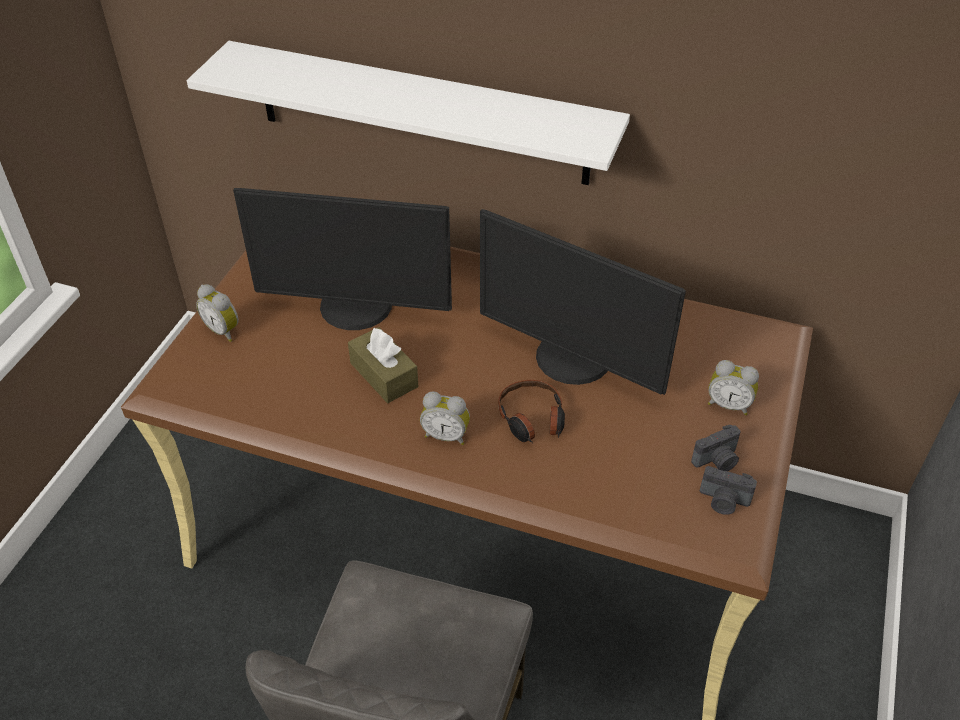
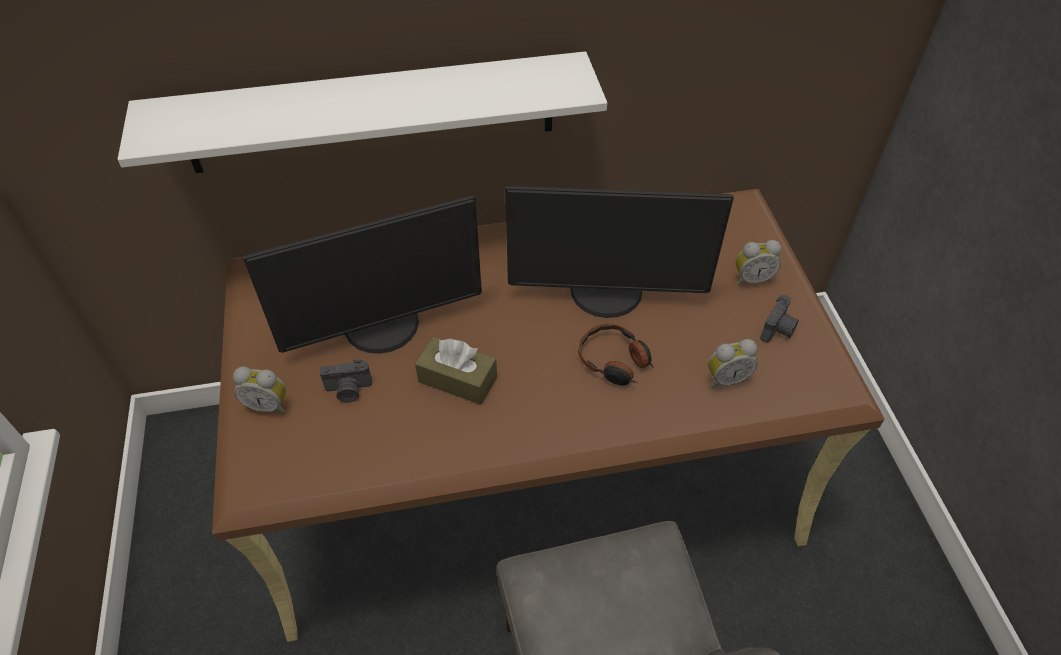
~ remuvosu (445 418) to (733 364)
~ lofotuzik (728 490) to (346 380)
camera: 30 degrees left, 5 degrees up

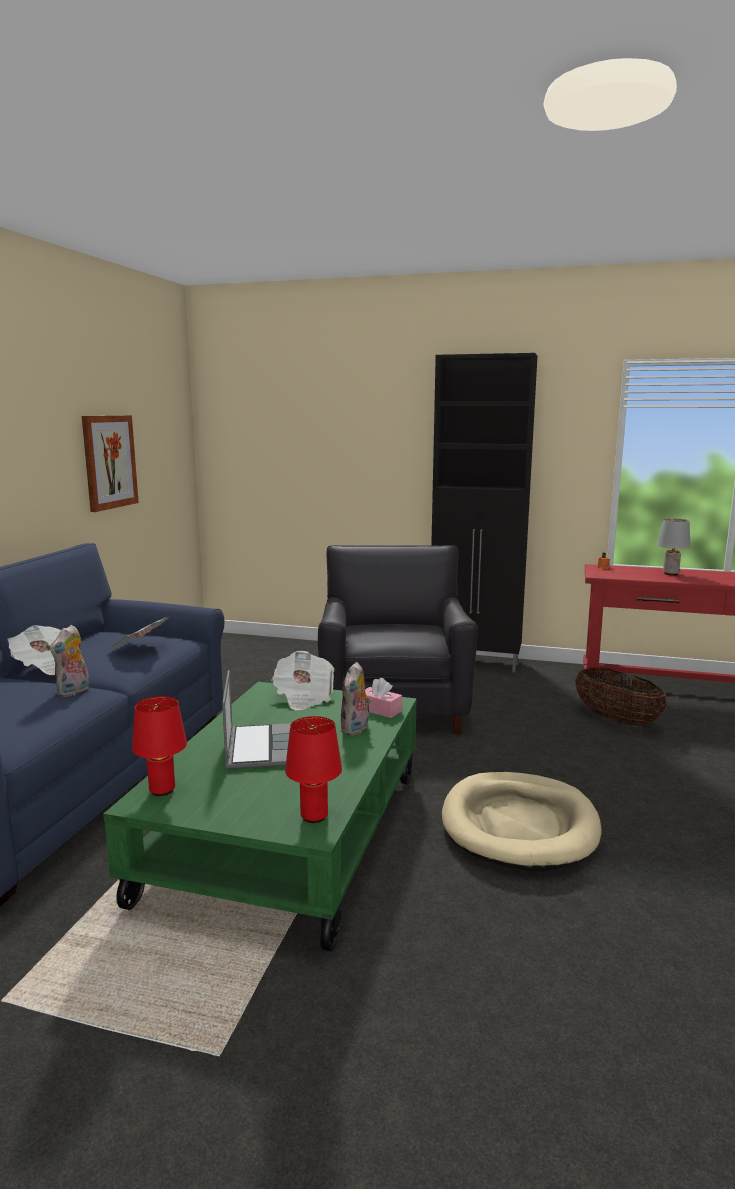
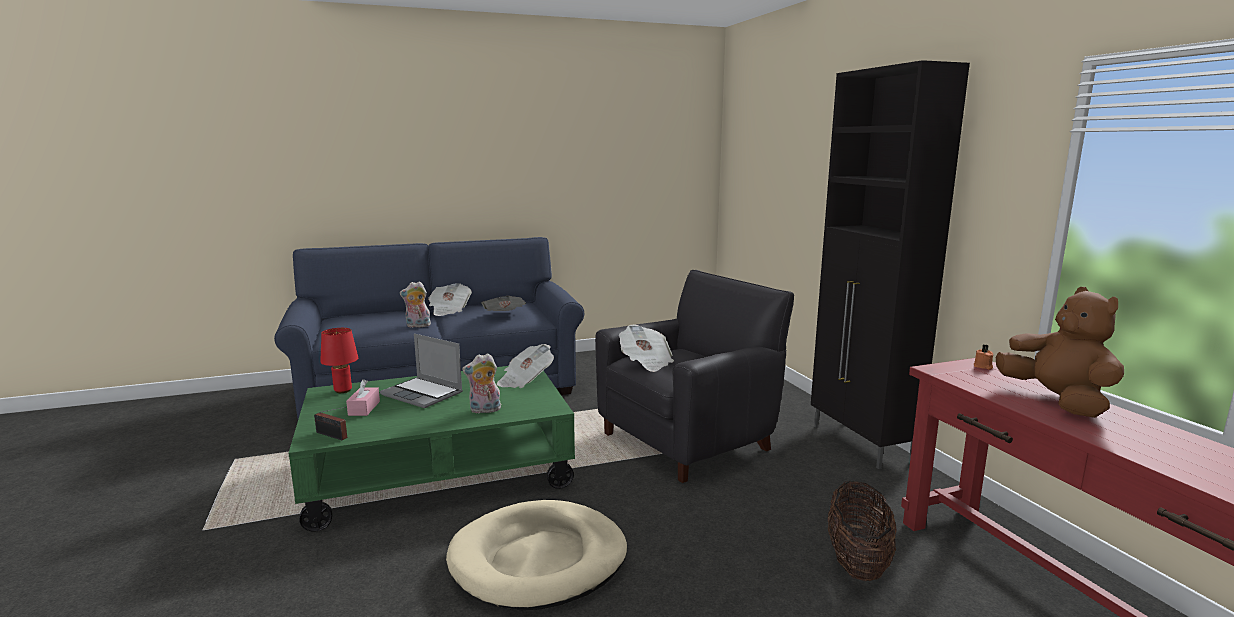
- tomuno (110 464)
~ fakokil (256 719) = (421 370) 75 degrees clockwise
~ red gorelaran (313 769) to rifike (330 423)
~ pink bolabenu (383 698) to (363 397)
~ grey gorelaran (673 546) to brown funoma (1060 352)
+ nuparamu (646 348)
camera: 55 degrees right, 0 degrees up

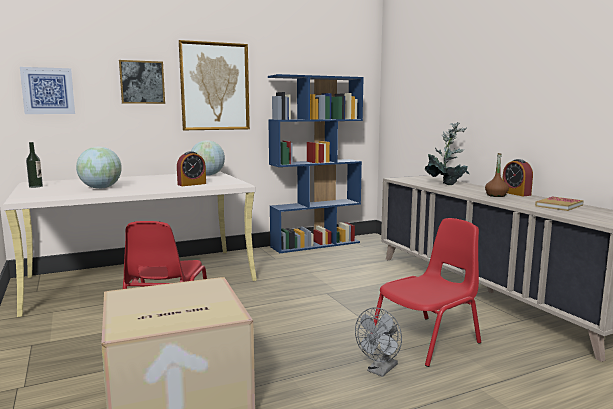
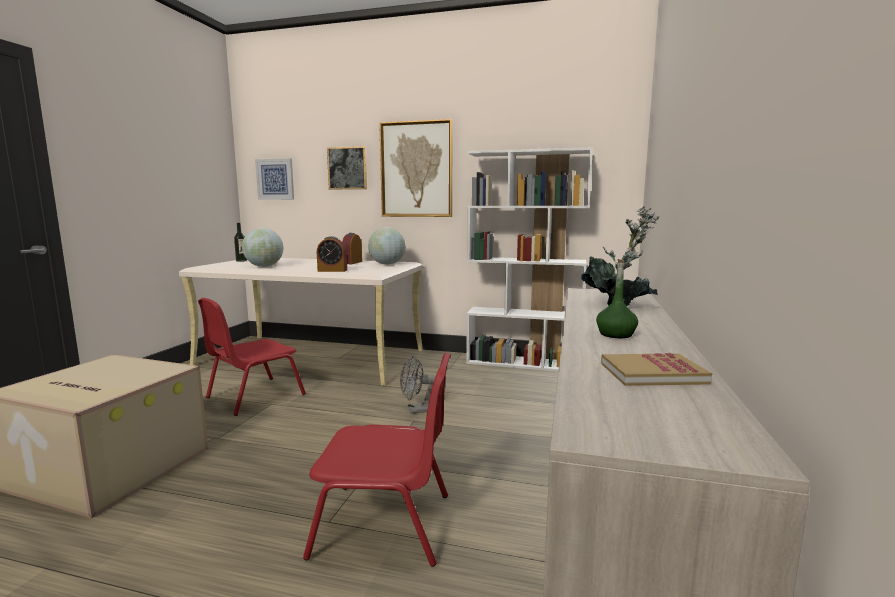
~ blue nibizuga (316 163) to white nibizuga (529 259)
~ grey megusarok (378 342) to (418 385)
~ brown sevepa (497 175) to green sevepa (617 298)
~ remuvosu (517 177) to (352 248)
camera: 40 degrees right, 0 degrees up

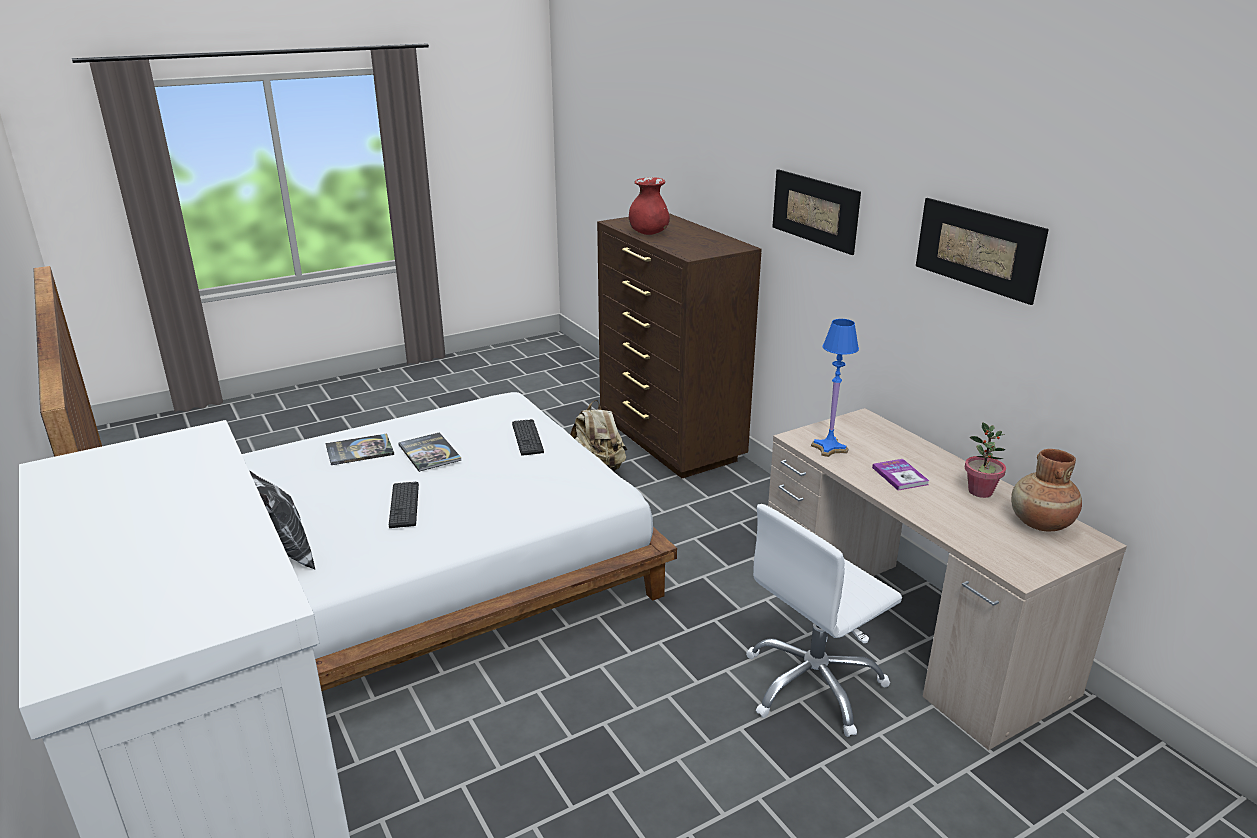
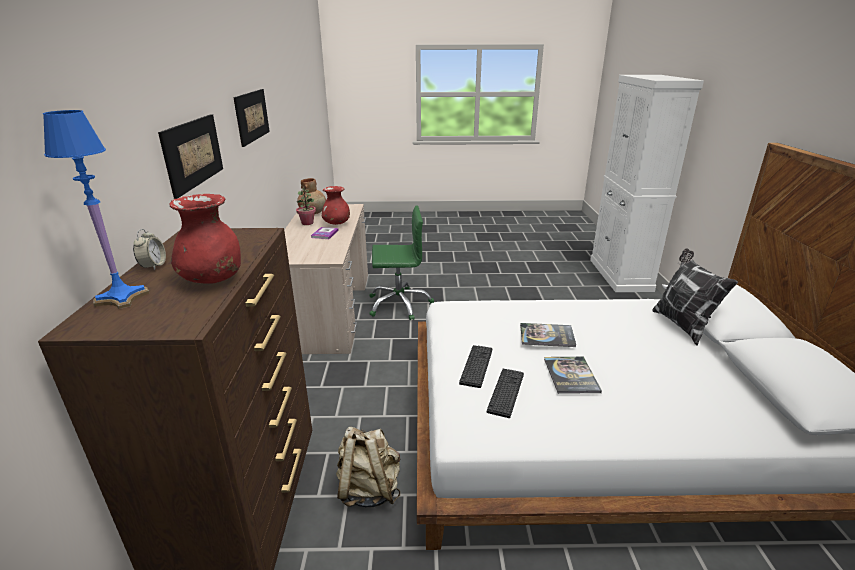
~ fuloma (359 449) to (548 335)
~ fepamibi (404 505) to (505 393)
~ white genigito (824 620) to green genigito (401 262)
~ blue gorelaran (835 388) to (96 209)
+ remuvosu (149 249)
+ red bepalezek (336 205)
camera: 150 degrees left, 0 degrees up

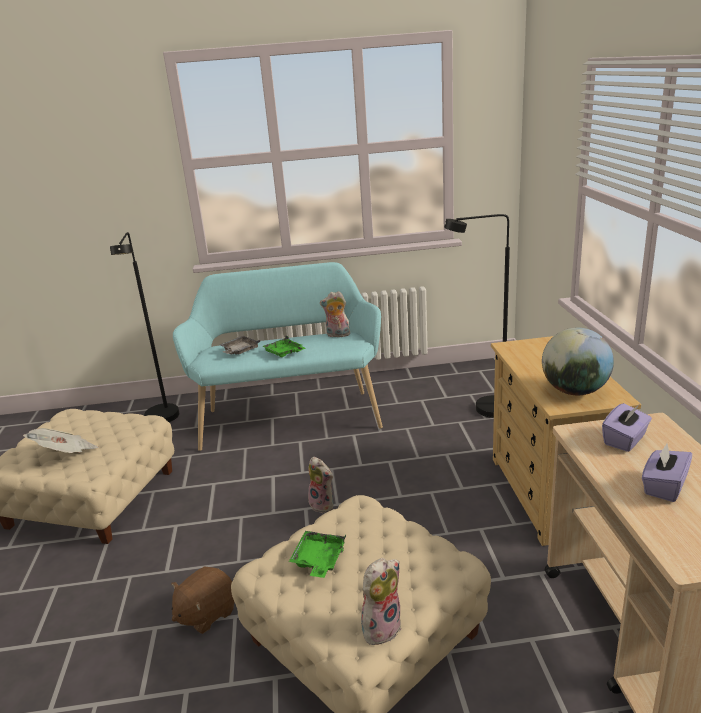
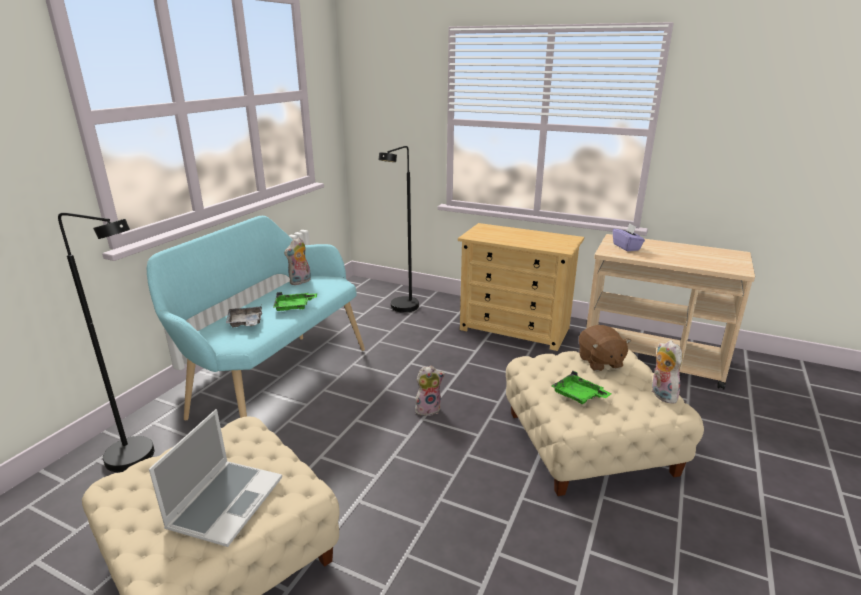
~ nuparamu (61 440) to fakokil (215 478)
~ brown funoma (202 600) to (605 348)
- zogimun (578 361)
- purple bolabenu (667 472)
camera: 60 degrees left, 0 degrees up

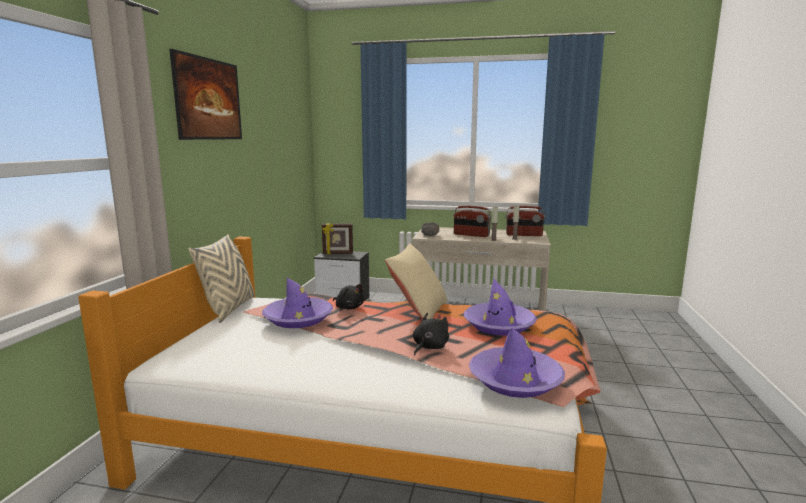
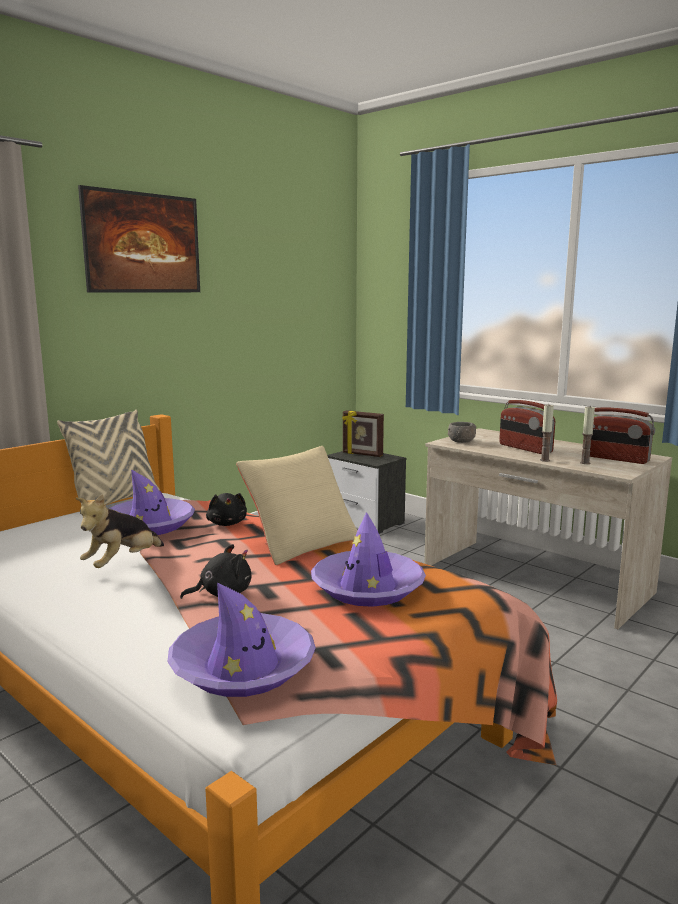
+ funoma (120 531)
camera: 30 degrees right, 0 degrees up

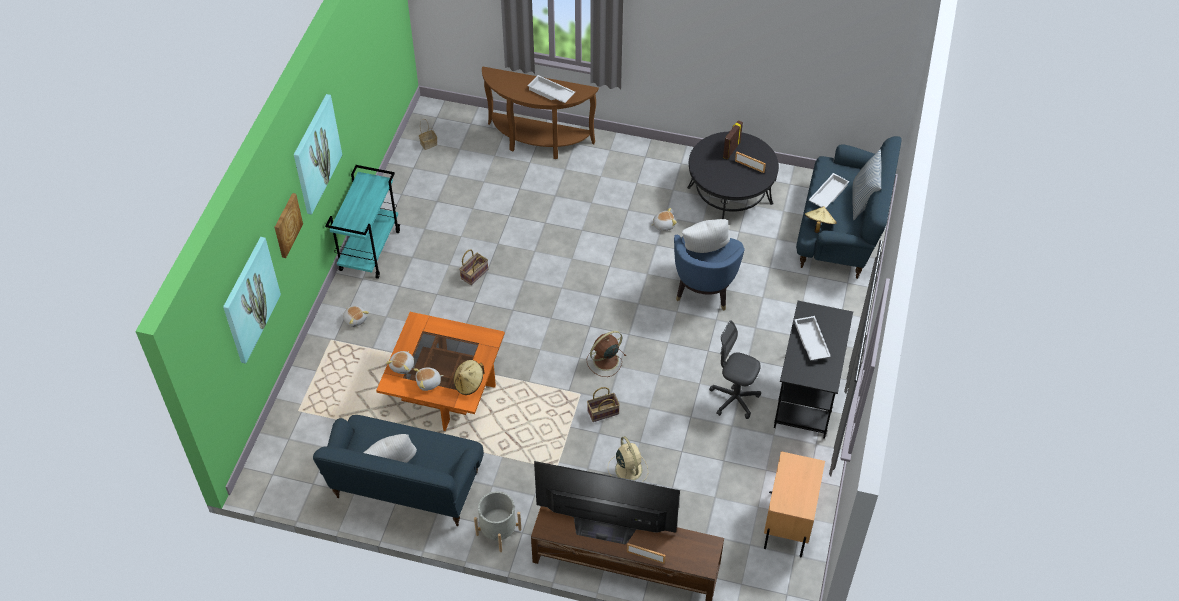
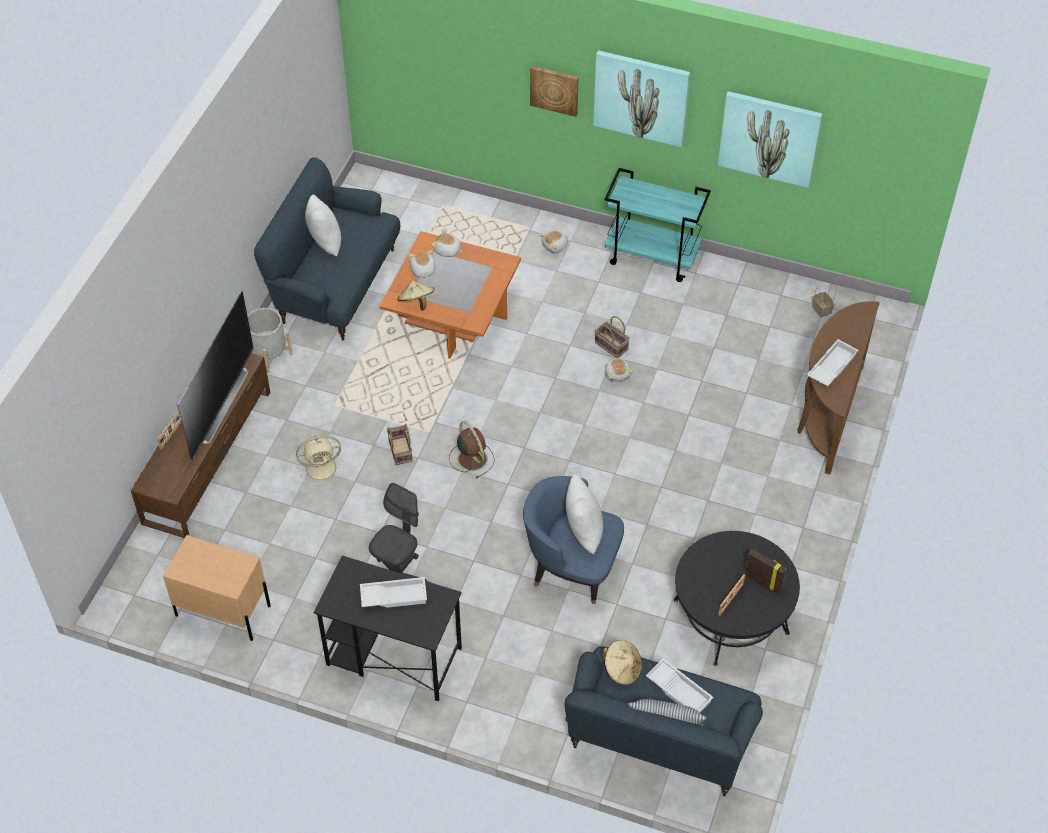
~ tomuno (252 300) to (770 139)
~ funoma (664 219) to (619 370)
camera: 95 degrees right, 0 degrees up

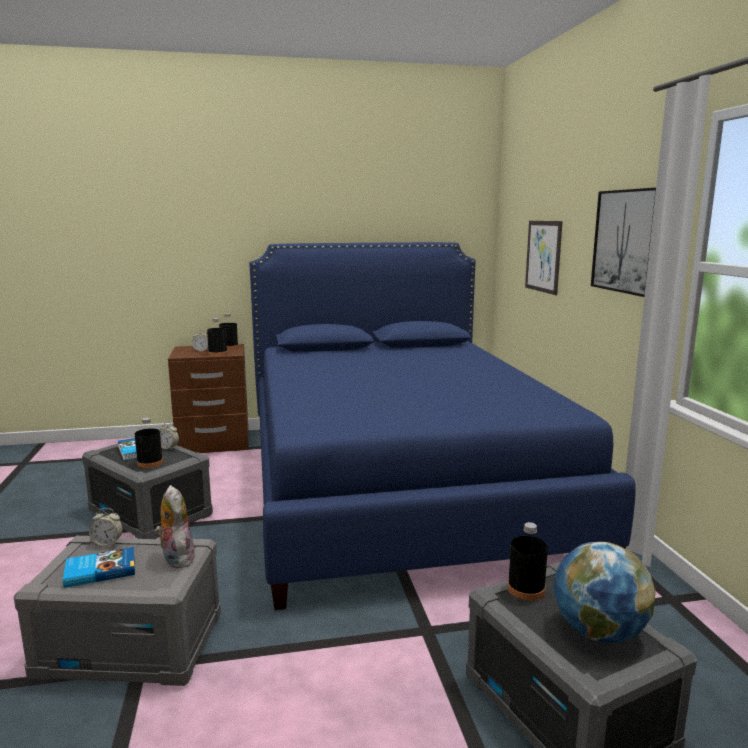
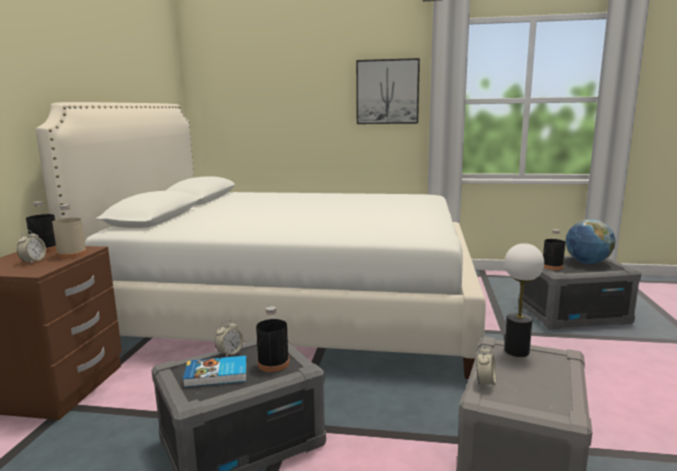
- fuloma (99 567)
~ funoma (175 526) to gorelaran (524 300)
~ black sevepa (217 337) to beige sevepa (69 232)
~ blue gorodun (443 426) to white gorodun (261 240)
- tomuno (544 258)
camera: 70 degrees left, 0 degrees up

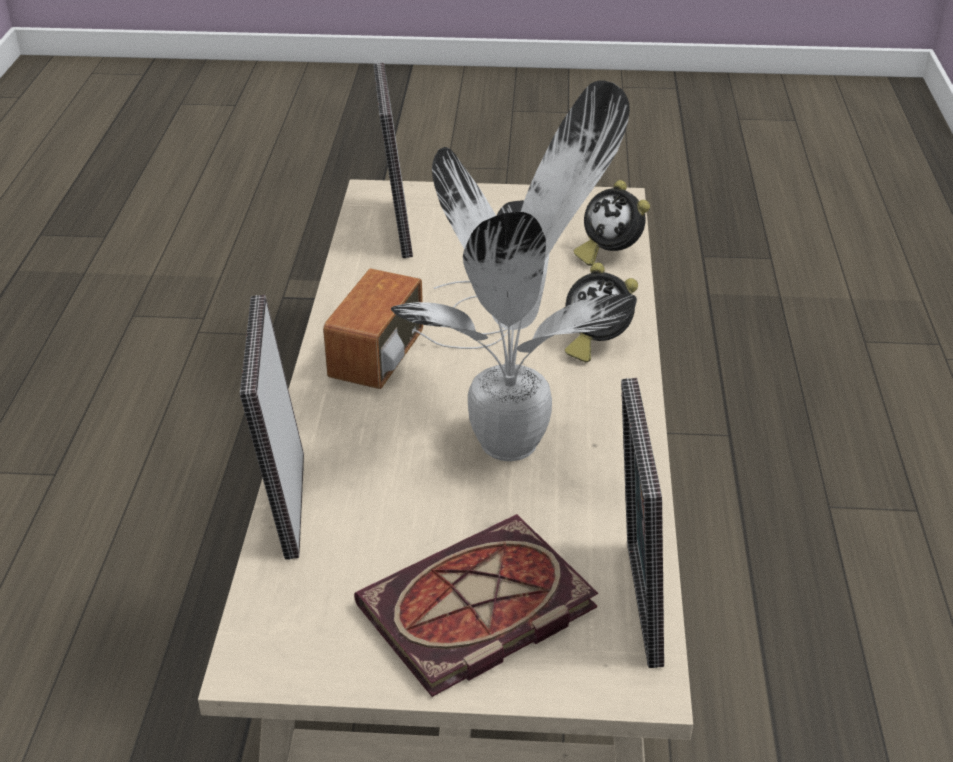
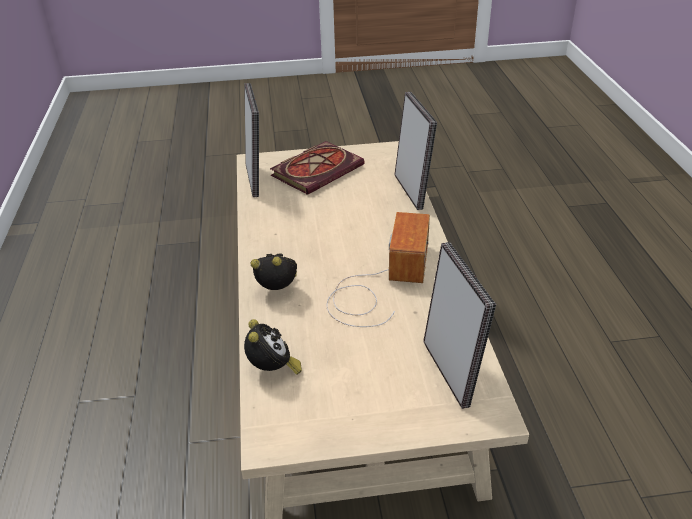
- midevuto (514 271)
~ remuvosu (612 223) = (273 347) 45 degrees clockwise
camera: 170 degrees right, 0 degrees up

